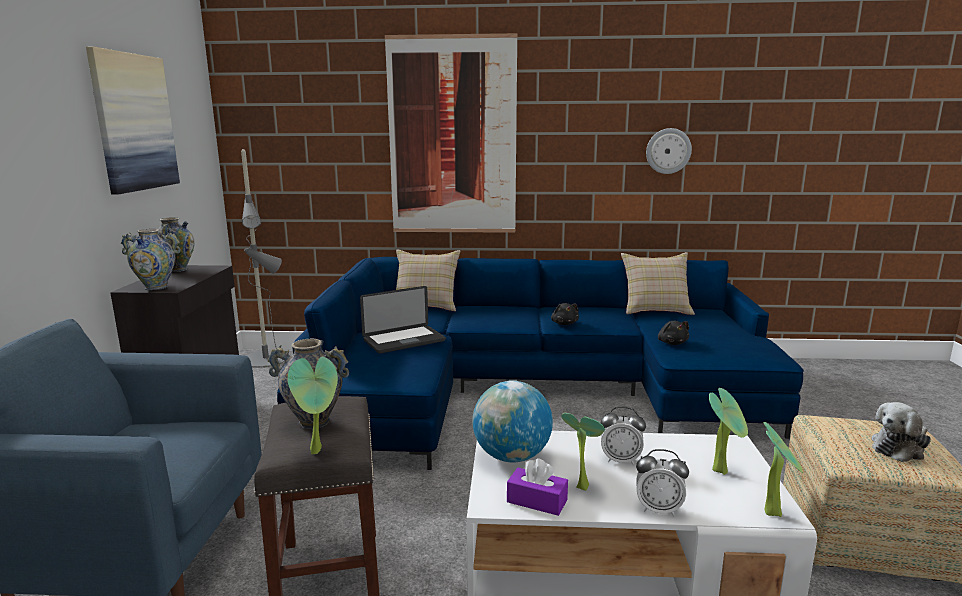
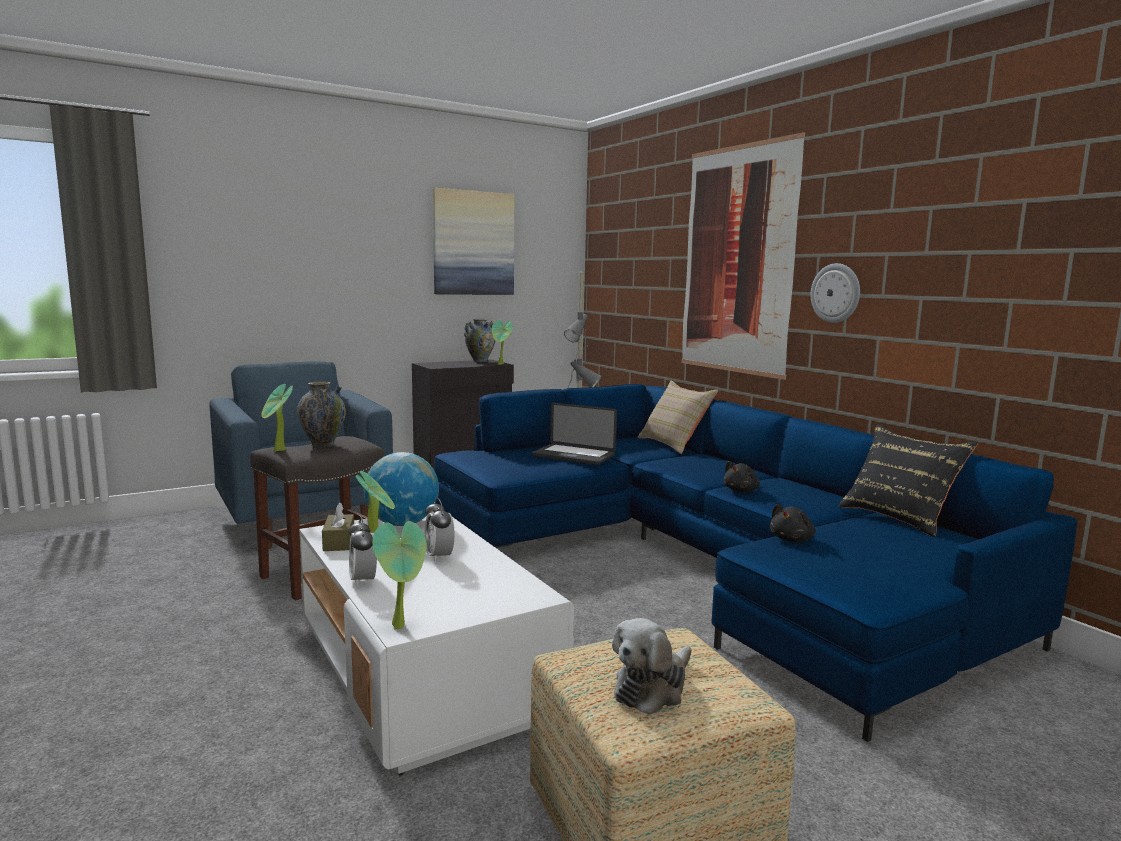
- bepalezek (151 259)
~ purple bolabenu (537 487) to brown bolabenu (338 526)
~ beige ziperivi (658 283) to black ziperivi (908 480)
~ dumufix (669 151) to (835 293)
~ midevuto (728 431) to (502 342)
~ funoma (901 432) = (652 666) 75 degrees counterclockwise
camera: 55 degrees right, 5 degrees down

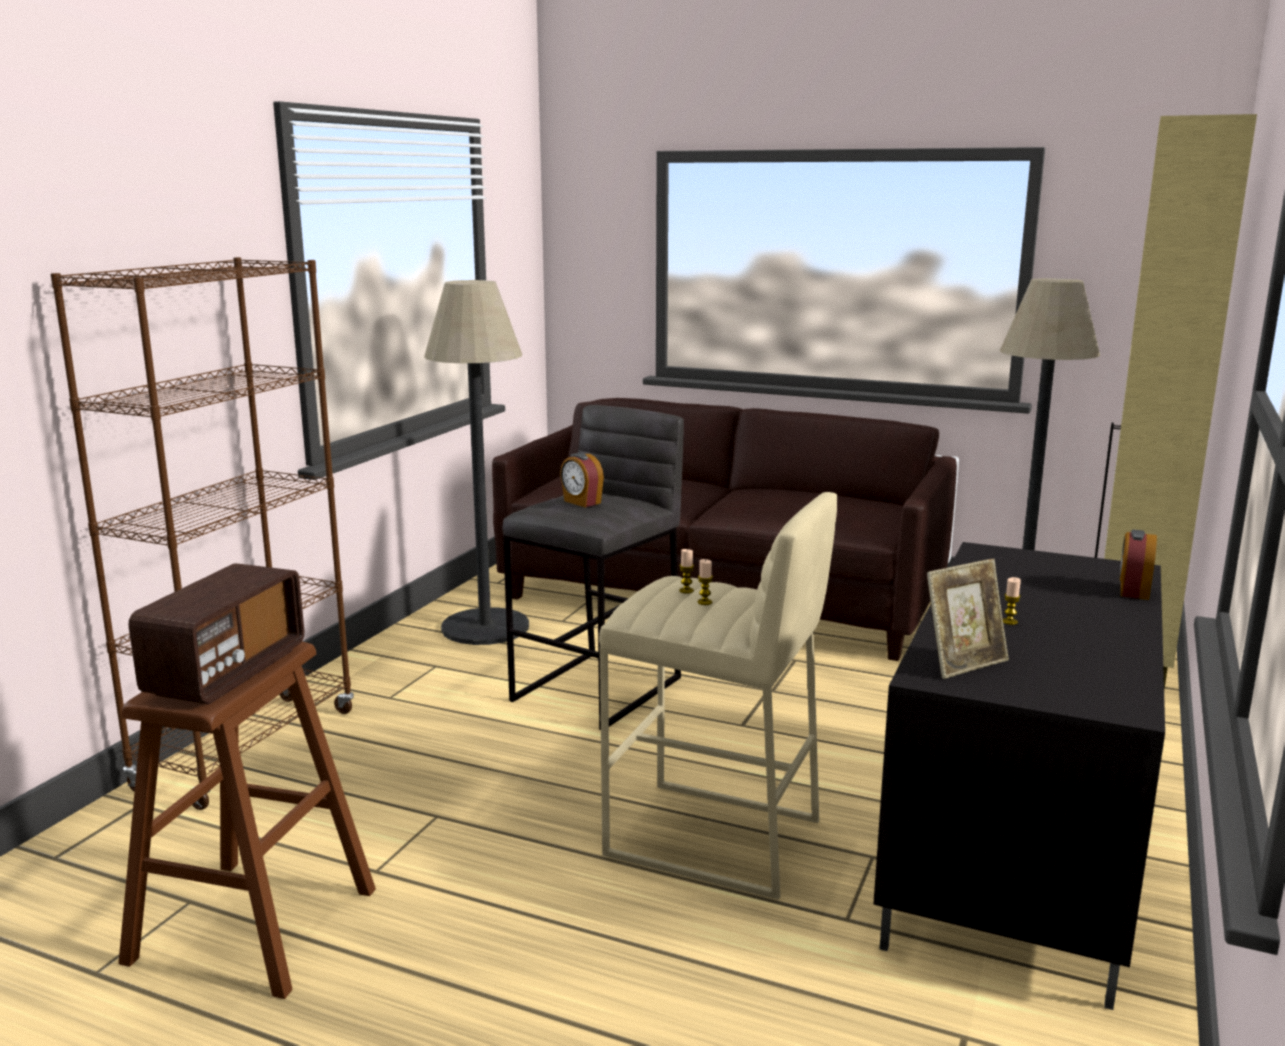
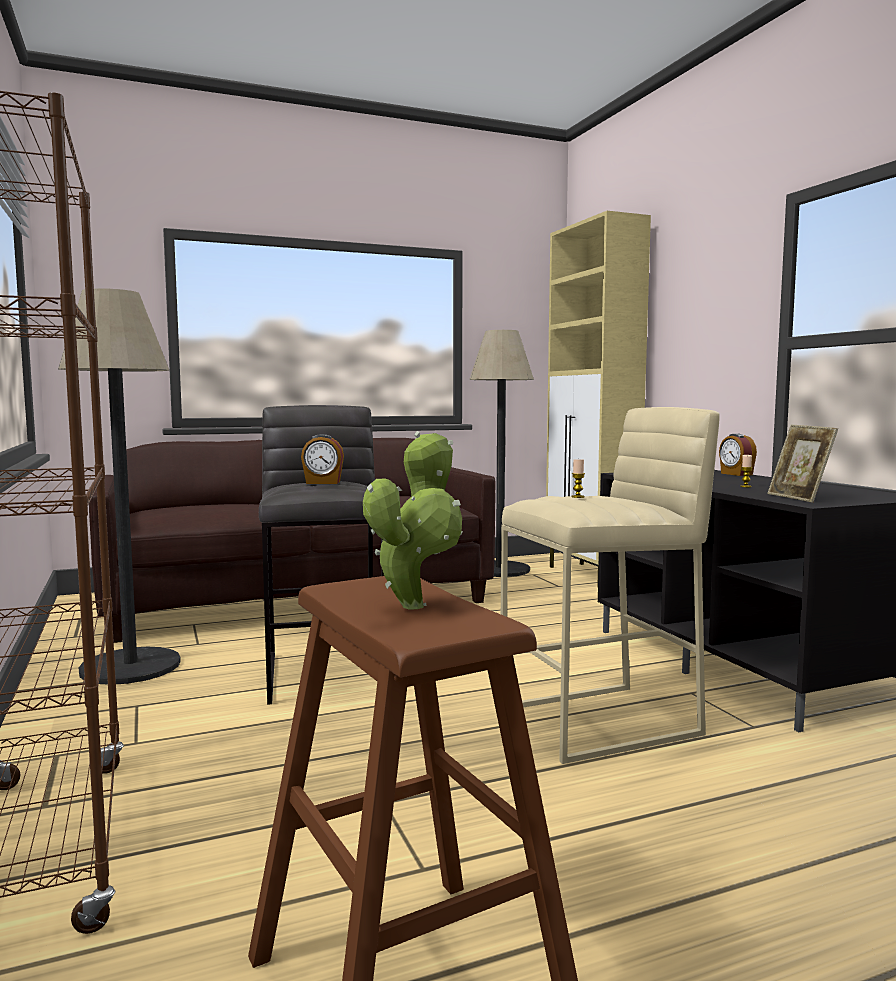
~ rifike (216 634) to midevuto (413 520)
- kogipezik (705 582)
~ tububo (968 618) = (802 464) 150 degrees clockwise
camera: 45 degrees left, 10 degrees down

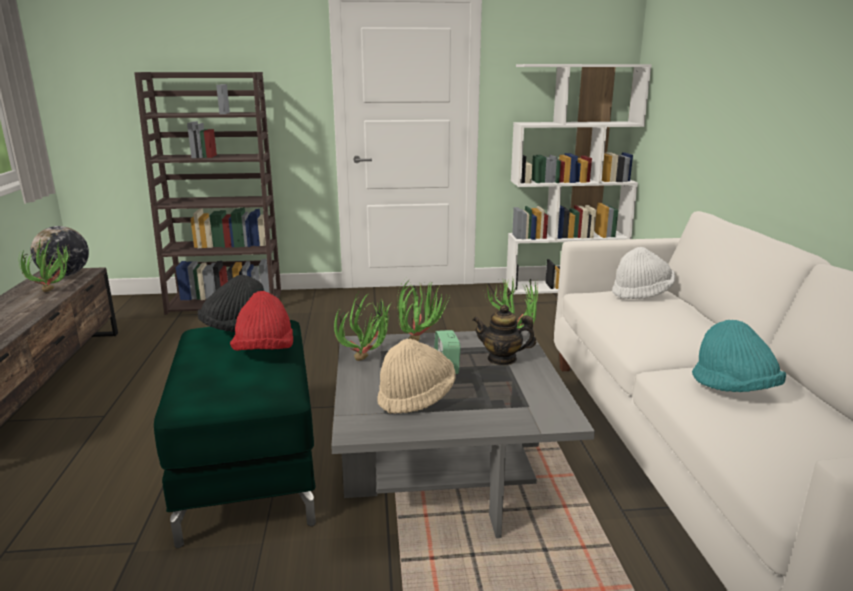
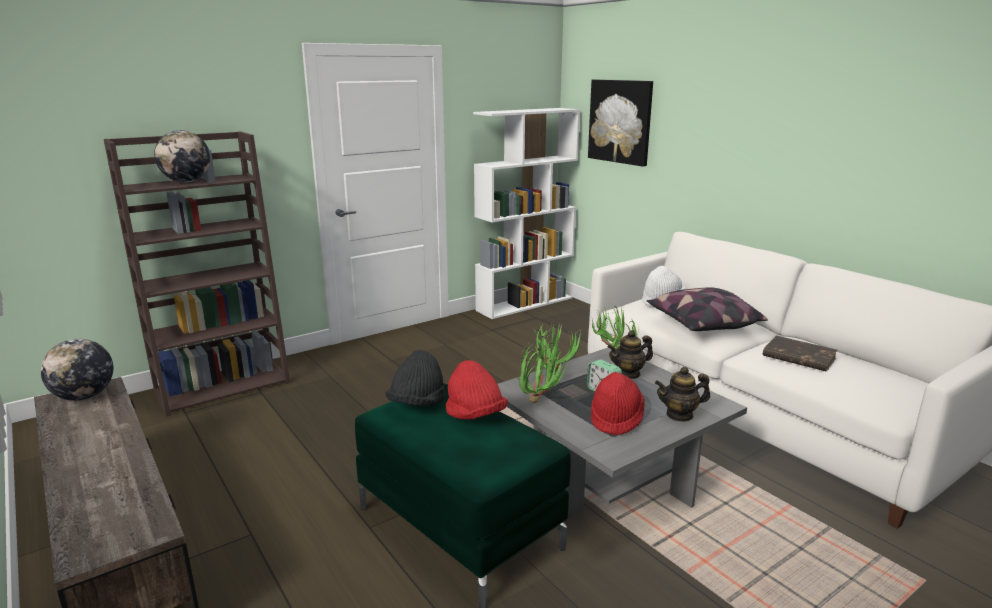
- midevuto (44 265)
~ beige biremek (416 376) to red biremek (618 404)
~ turquoise biremek (739 356) to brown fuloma (800 354)
+ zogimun (182 156)
+ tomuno (620 123)
+ ziperivi (707 309)
+ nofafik (682 394)
camera: 30 degrees left, 0 degrees up

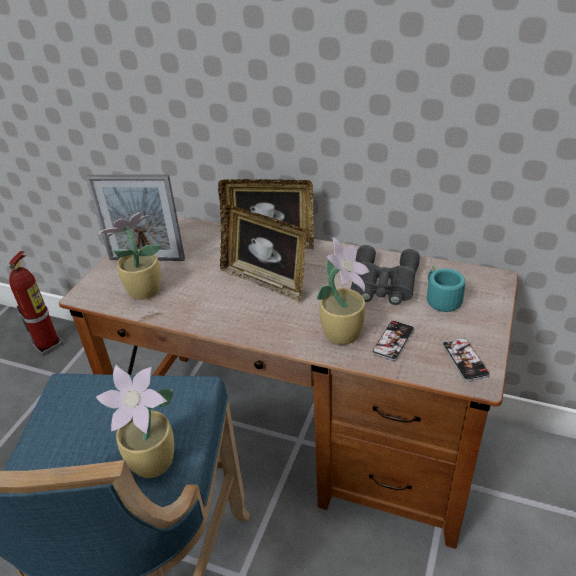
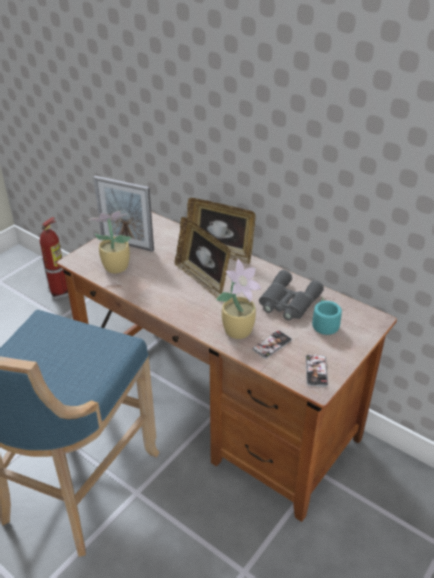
- midevuto (135 421)
camera: 15 degrees right, 0 degrees up

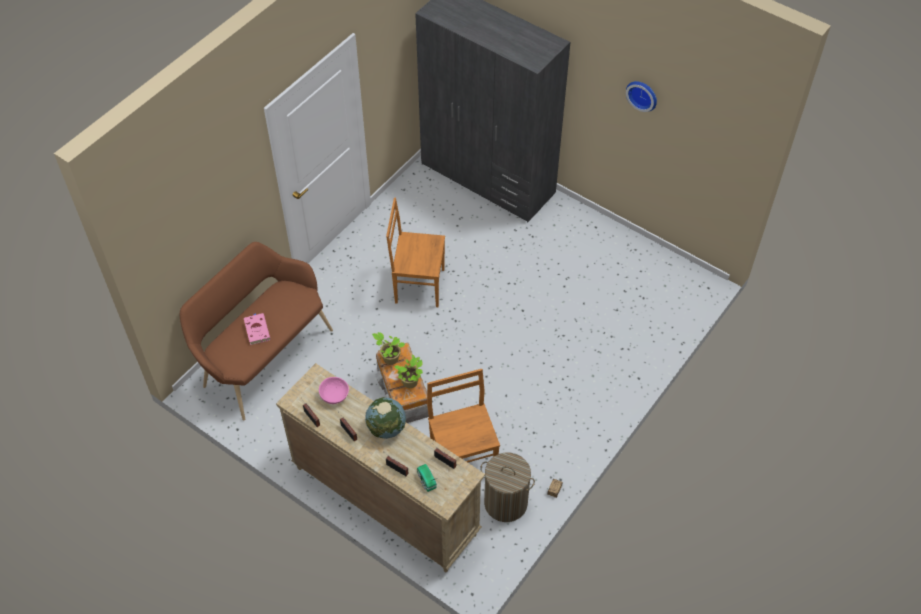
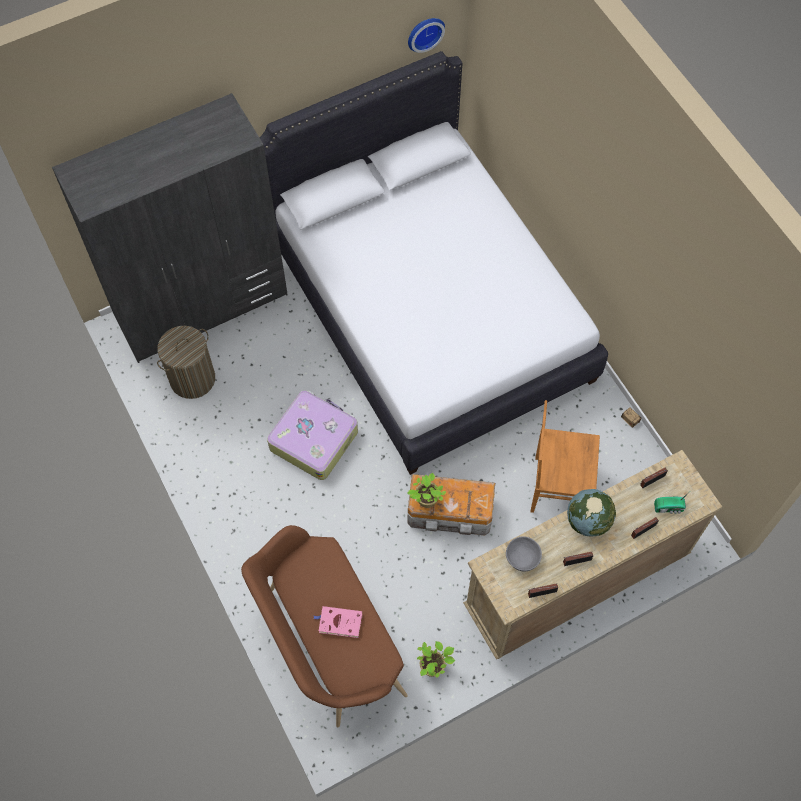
~ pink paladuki (334 390) to grey paladuki (524 554)
~ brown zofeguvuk (415 252) to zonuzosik (312 435)
~ midevuto (408 371) to (436 659)
~ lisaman (507 487) to (186 362)
~ dumufix (641 96) to (426 35)
+ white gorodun (433 263)
camera: 65 degrees left, 10 degrees up

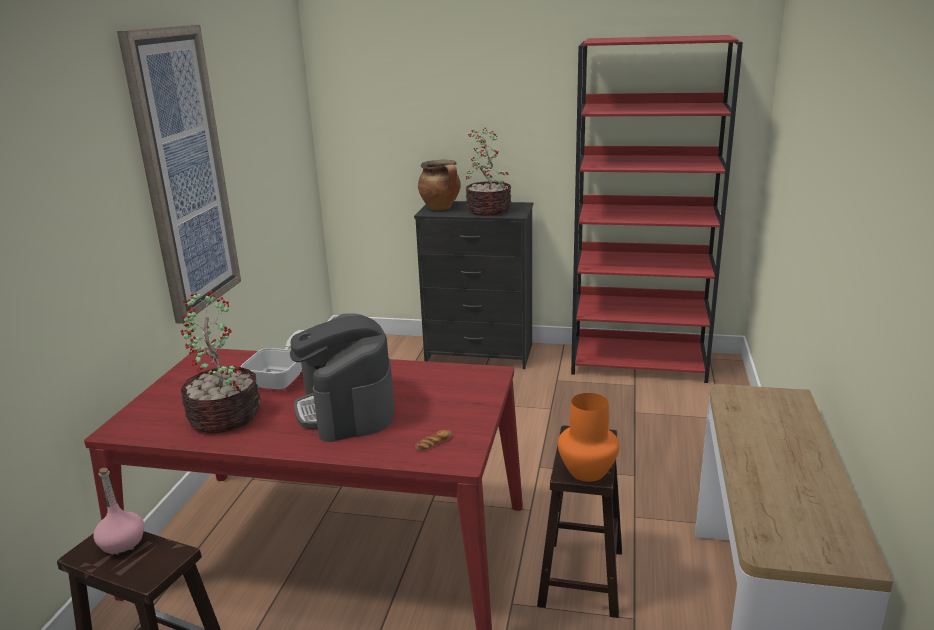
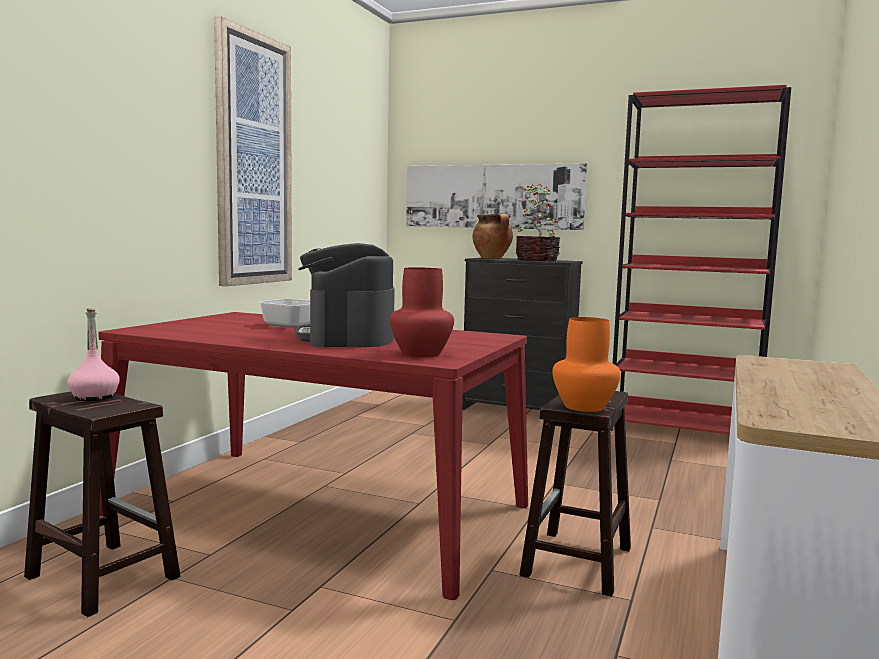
- midevuto (220 362)
~ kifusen (434 440) to red bepalezek (422 312)
+ tomuno (496 196)
camera: 10 degrees right, 15 degrees down

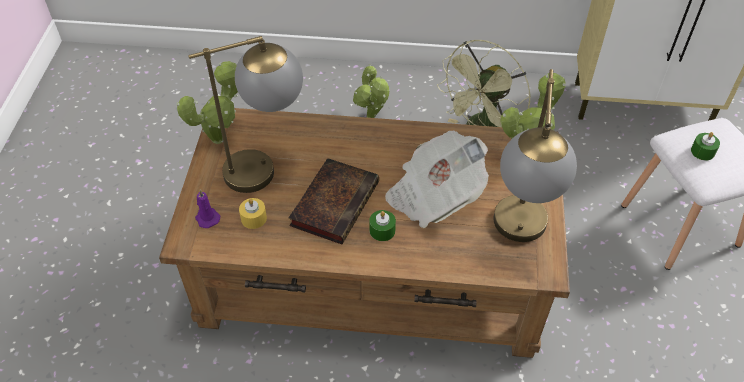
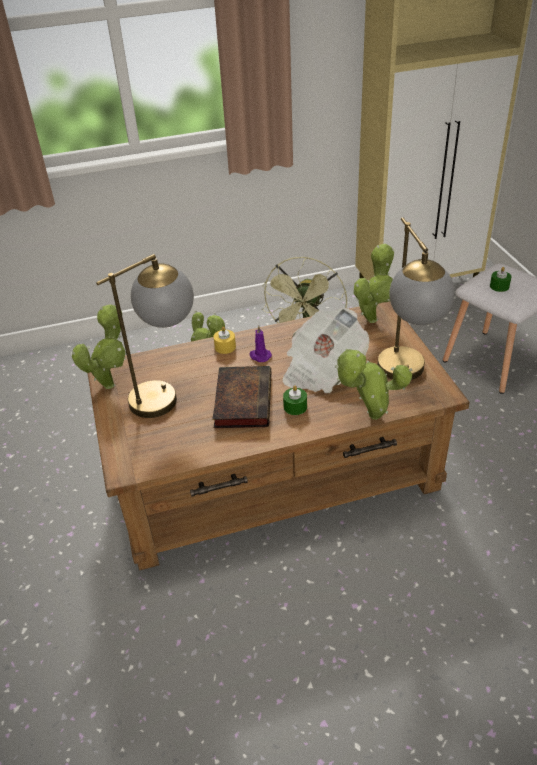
~ purple kogipezik (207 209) to (261 343)
~ yellow kogipezik (253 213) to (225 340)
+ midevuto (373 384)
camera: 20 degrees left, 10 degrees down

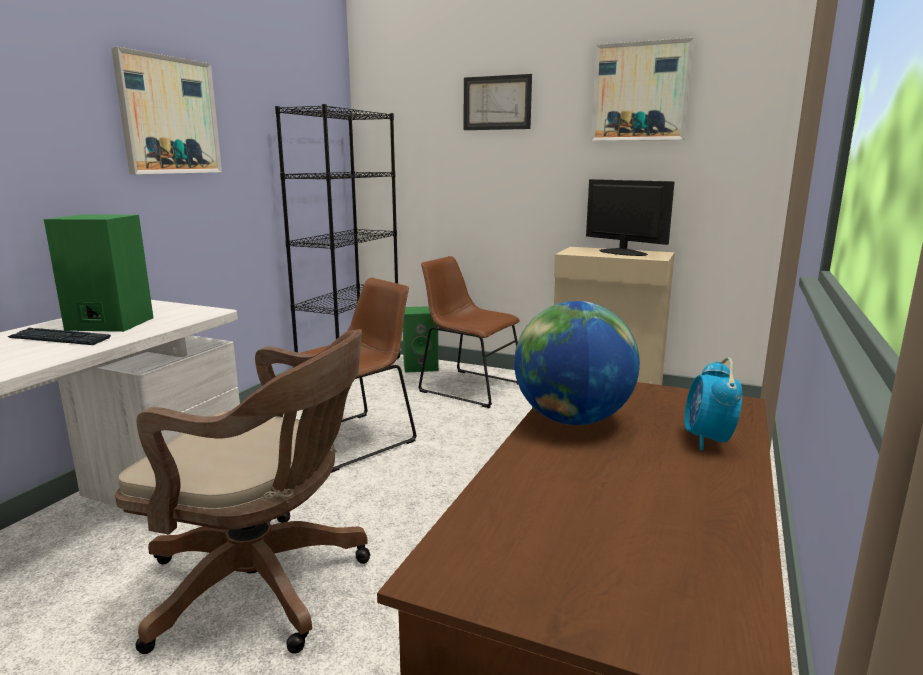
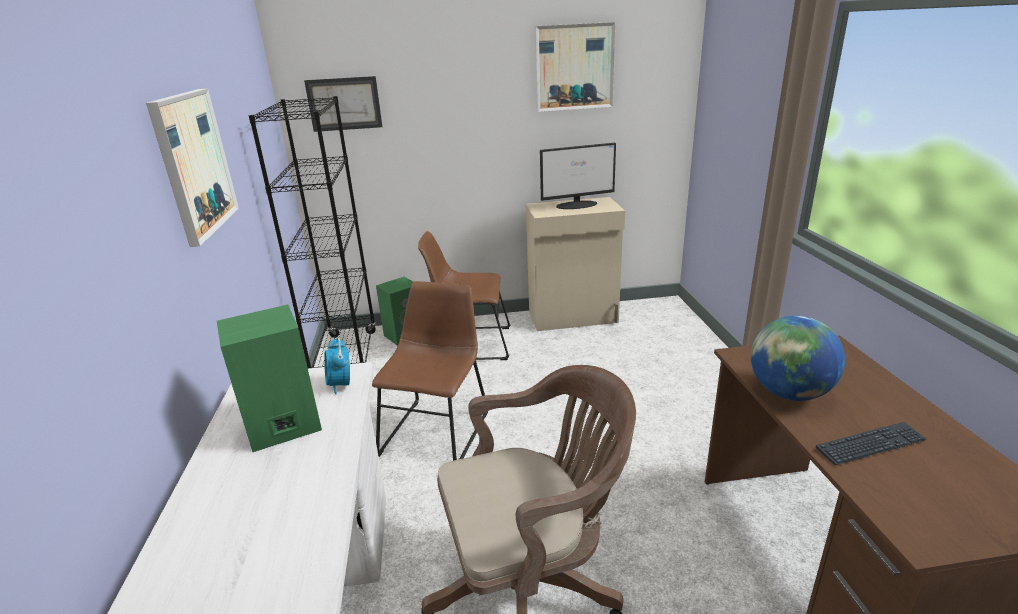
~ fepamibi (59 336) to (871 443)
~ tomuno (498 102) to (343 104)
~ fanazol (630 217) = (578 176) 150 degrees clockwise
~ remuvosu (713 403) to (337 365)
camera: 30 degrees left, 10 degrees up

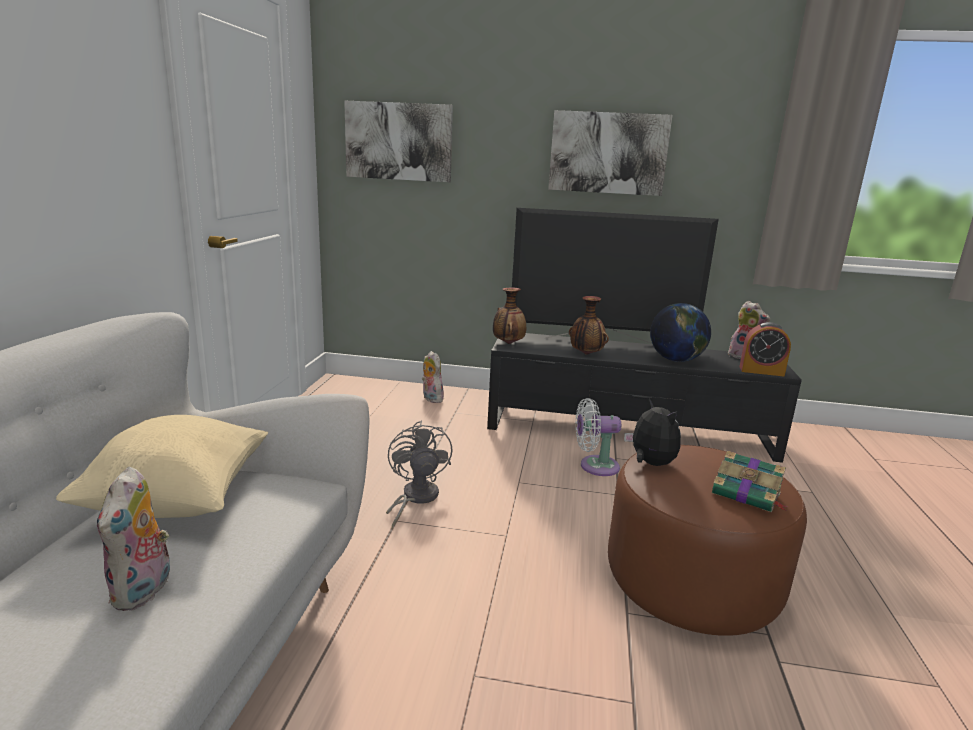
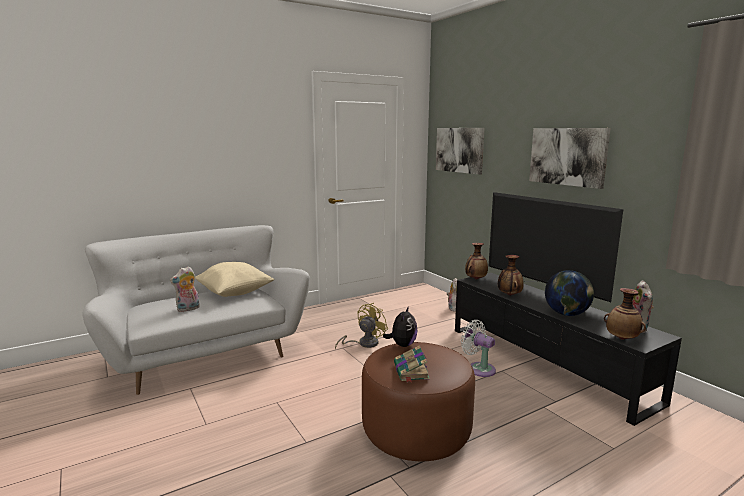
~ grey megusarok (419 475) to yellow megusarok (361 326)
~ remuvosu (765 349) to bepalezek (625 314)
camera: 50 degrees right, 5 degrees down

